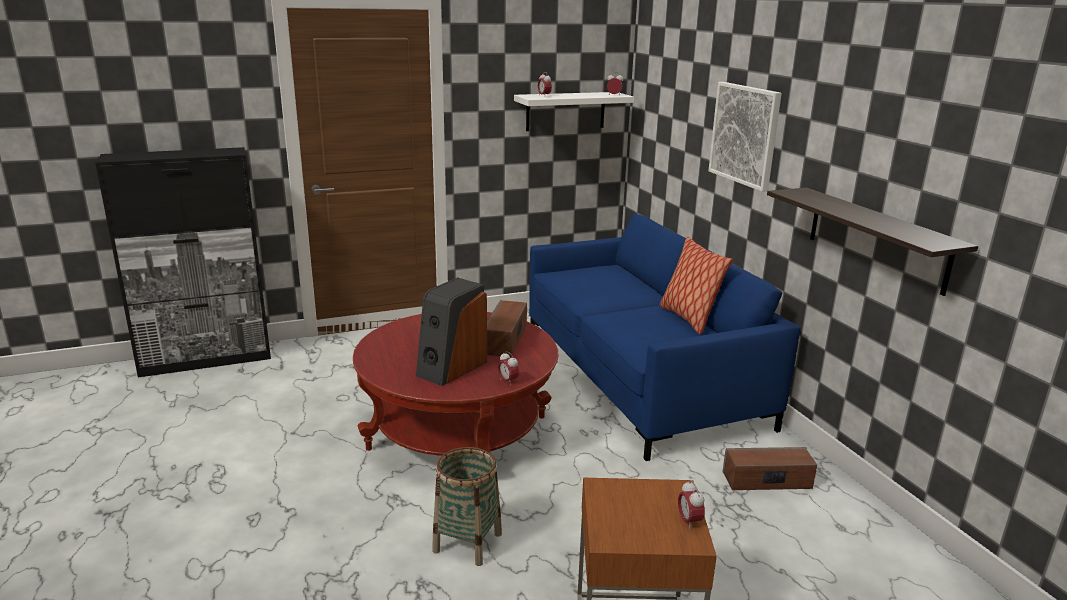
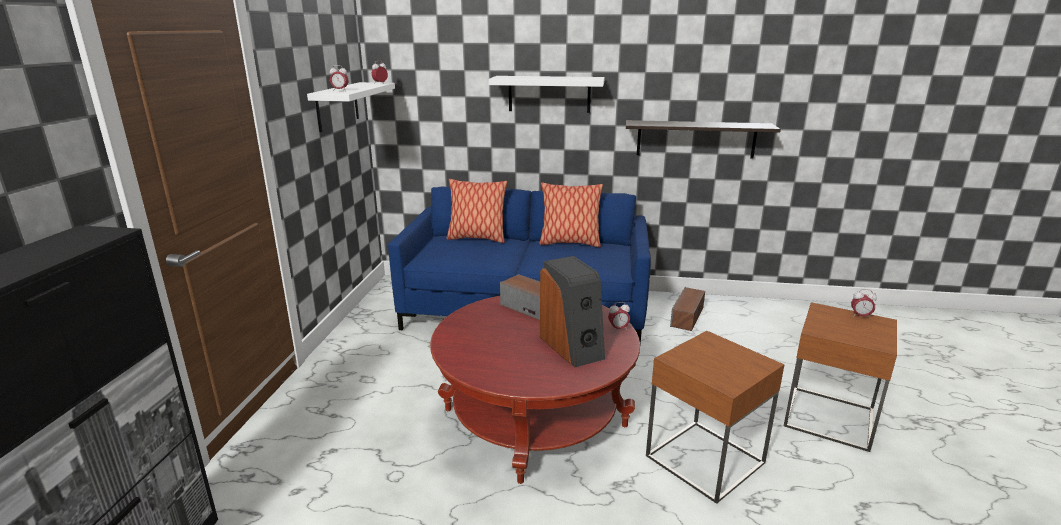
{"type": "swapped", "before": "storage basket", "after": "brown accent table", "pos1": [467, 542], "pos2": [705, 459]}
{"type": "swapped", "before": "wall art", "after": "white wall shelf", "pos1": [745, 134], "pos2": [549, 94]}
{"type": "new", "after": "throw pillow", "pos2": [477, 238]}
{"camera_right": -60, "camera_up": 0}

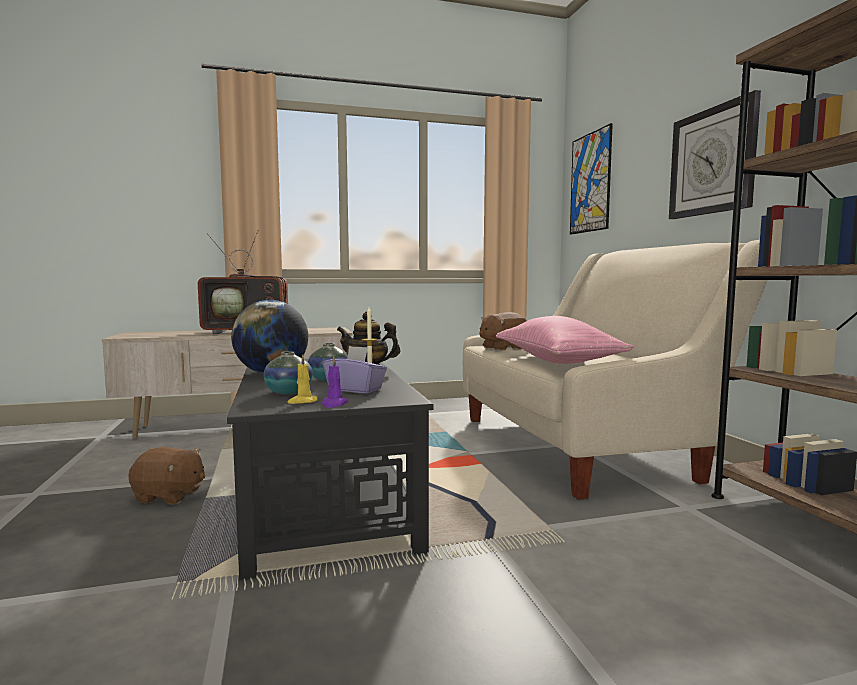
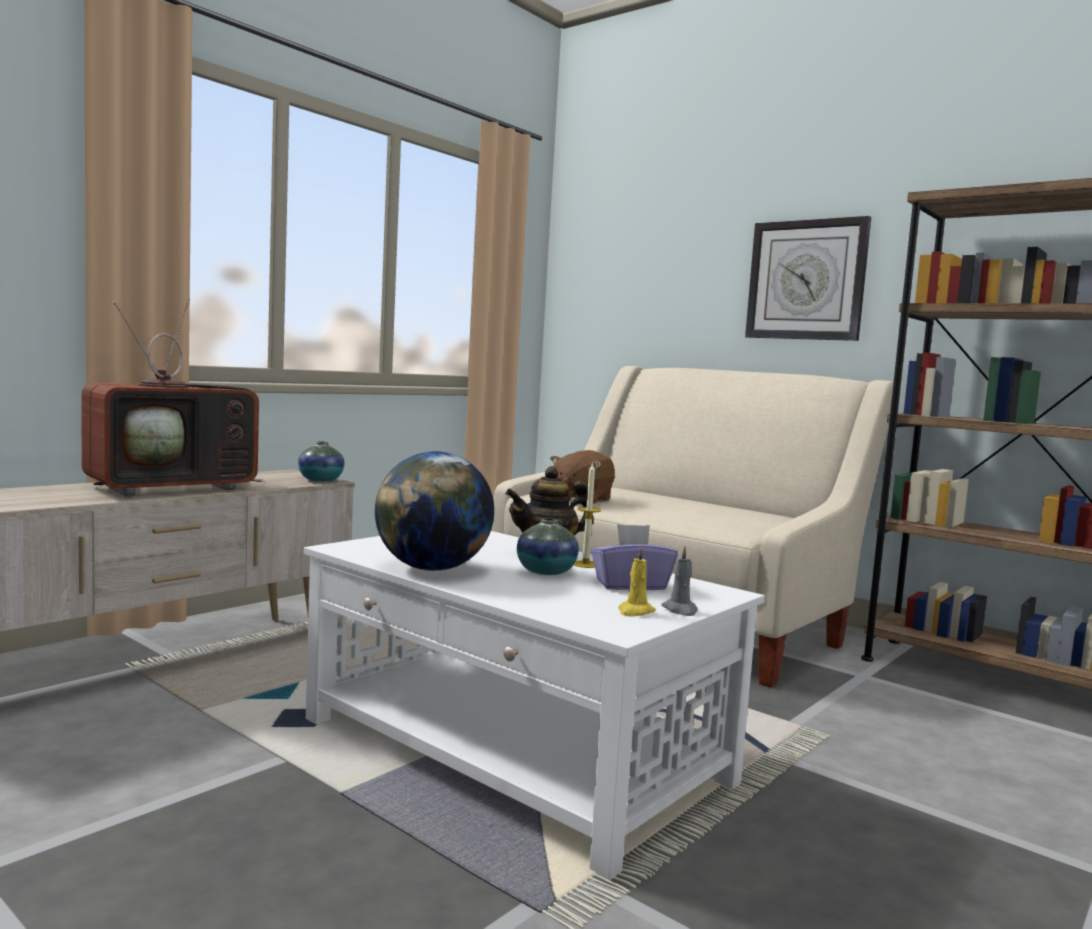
{"type": "gone", "before": "brown cuddly toy", "pos1": [169, 496]}
{"type": "repainted", "before": "black lounge table", "after": "white lounge table", "pos1": [324, 499], "pos2": [513, 751]}
{"type": "shifted", "before": "flower vase", "pos1": [289, 392], "pos2": [321, 480]}
{"type": "repainted", "before": "purple-coloured candle", "after": "greyish candle", "pos1": [334, 404], "pos2": [680, 610]}
{"type": "gone", "before": "pinkish throw pillow", "pos1": [556, 361]}
{"type": "gone", "before": "wall art", "pos1": [590, 182]}
{"camera_right": -35, "camera_up": 0}

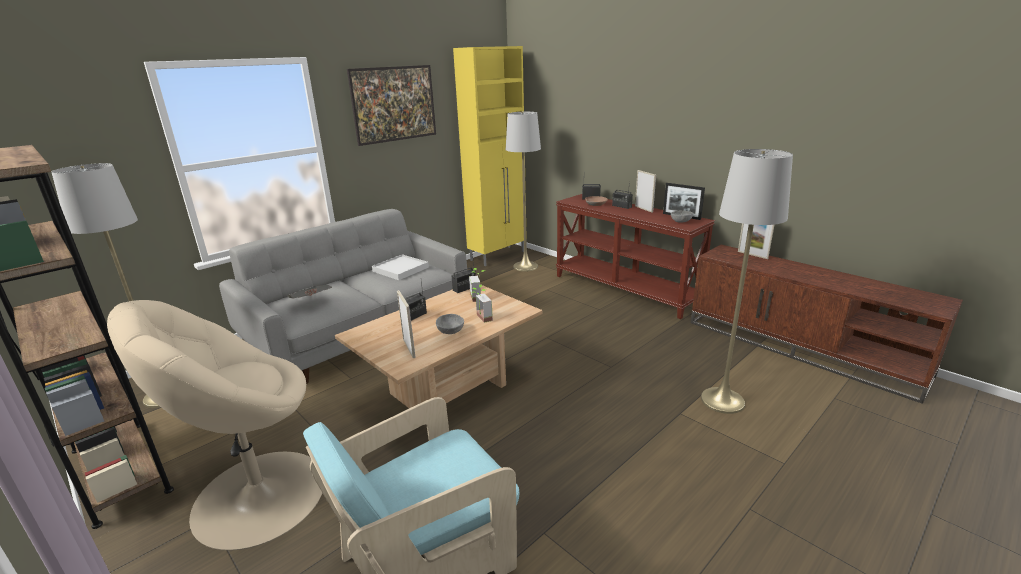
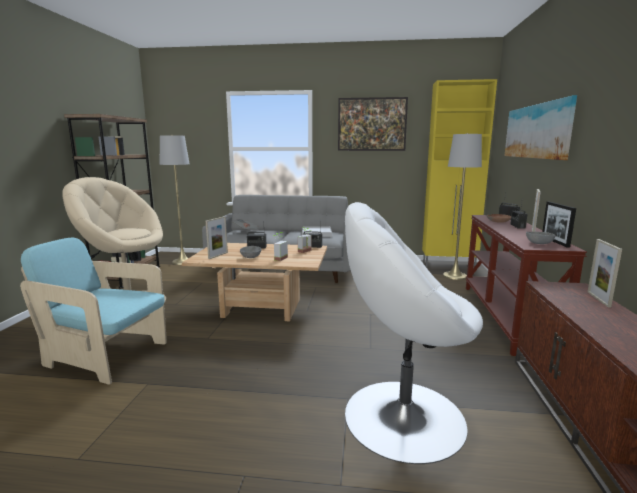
{"type": "swapped", "before": "greyish standard lamp", "after": "white lounge chair", "pos1": [722, 400], "pos2": [401, 416]}
{"type": "new", "after": "wall art", "pos2": [537, 131]}
{"camera_right": 50, "camera_up": -10}

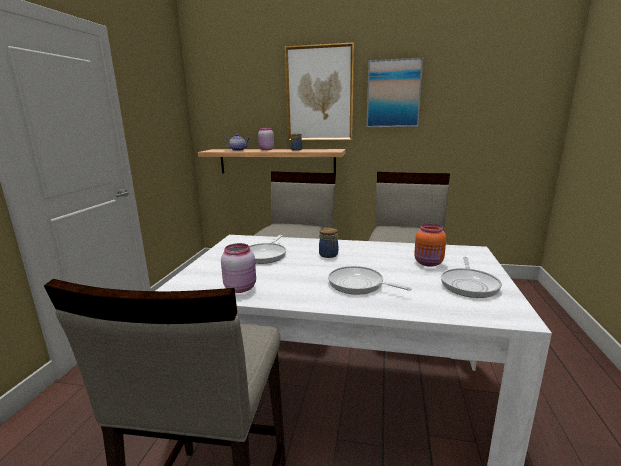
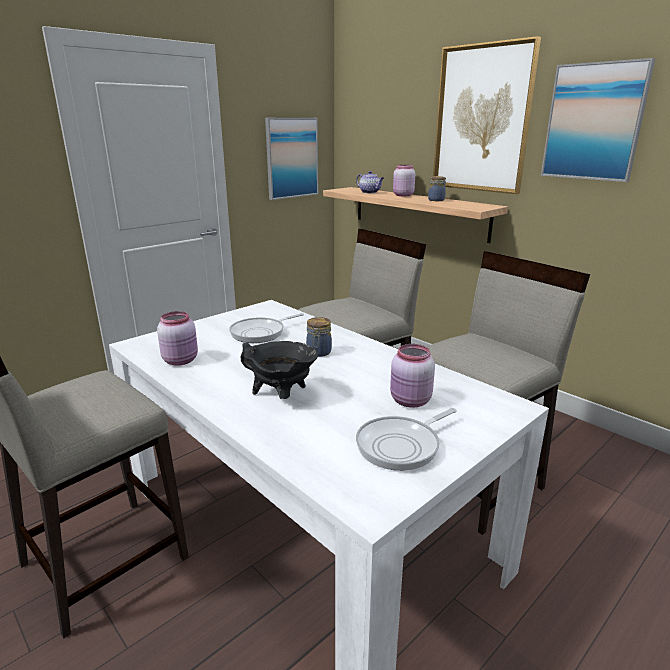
{"type": "swapped", "before": "frying pan", "after": "black cooking pot", "pos1": [359, 284], "pos2": [282, 396]}
{"type": "repainted", "before": "orangey storage jar", "after": "pinkish storage jar", "pos1": [429, 263], "pos2": [410, 401]}
{"type": "new", "after": "wall art", "pos2": [291, 158]}
{"camera_right": 35, "camera_up": 5}

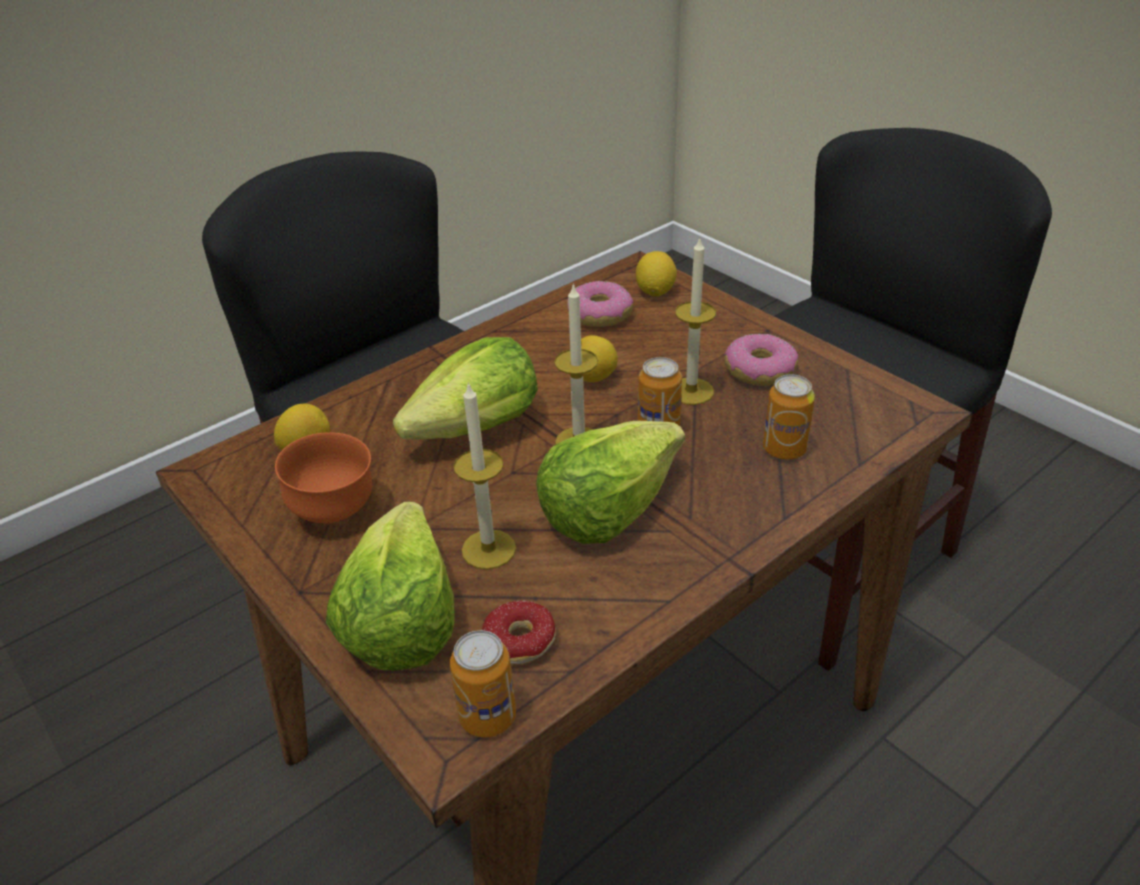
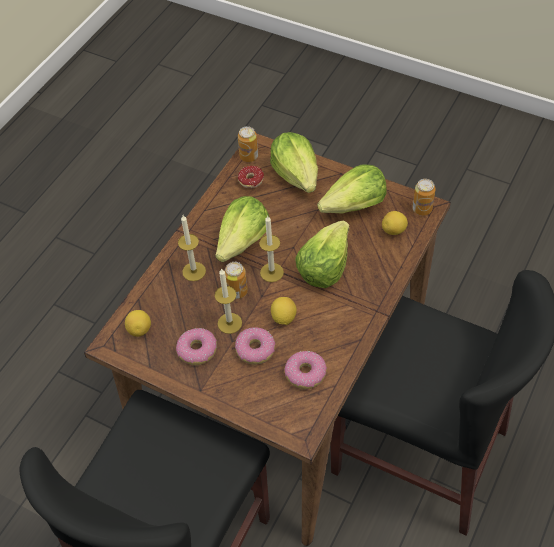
{"type": "swapped", "before": "orangey deep dish", "after": "lettuce head", "pos1": [335, 512], "pos2": [354, 206]}
{"type": "shifted", "before": "candle", "pos1": [488, 549], "pos2": [194, 271]}
{"type": "shifted", "before": "whole lemon", "pos1": [655, 292], "pos2": [140, 329]}
{"type": "shifted", "before": "can", "pos1": [784, 449], "pos2": [422, 209]}
{"type": "new", "after": "doughnut", "pos2": [255, 350]}
{"camera_right": 160, "camera_up": 15}

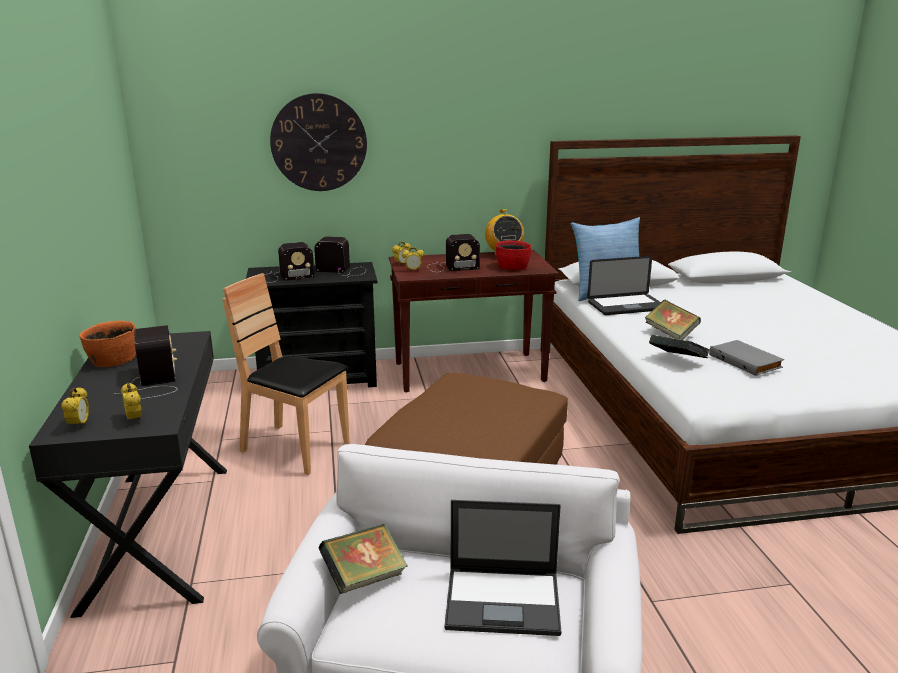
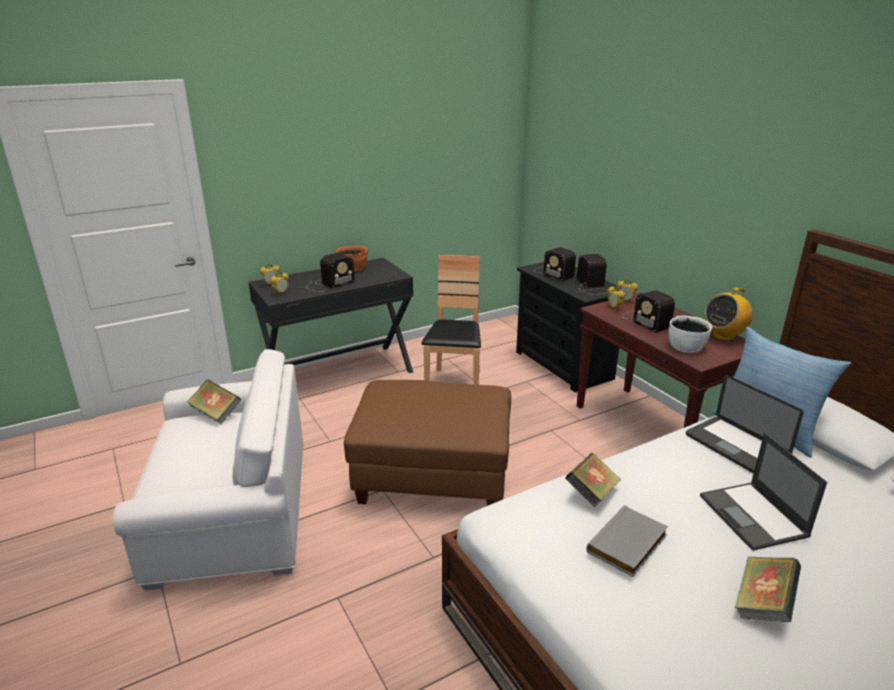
{"type": "gone", "before": "clock on the wall", "pos1": [319, 143]}
{"type": "shifted", "before": "laptop", "pos1": [504, 601], "pos2": [754, 516]}
{"type": "repainted", "before": "red deep dish", "after": "white deep dish", "pos1": [513, 267], "pos2": [687, 346]}
{"type": "shifted", "before": "volume", "pos1": [670, 334], "pos2": [762, 604]}
{"camera_right": 70, "camera_up": 5}

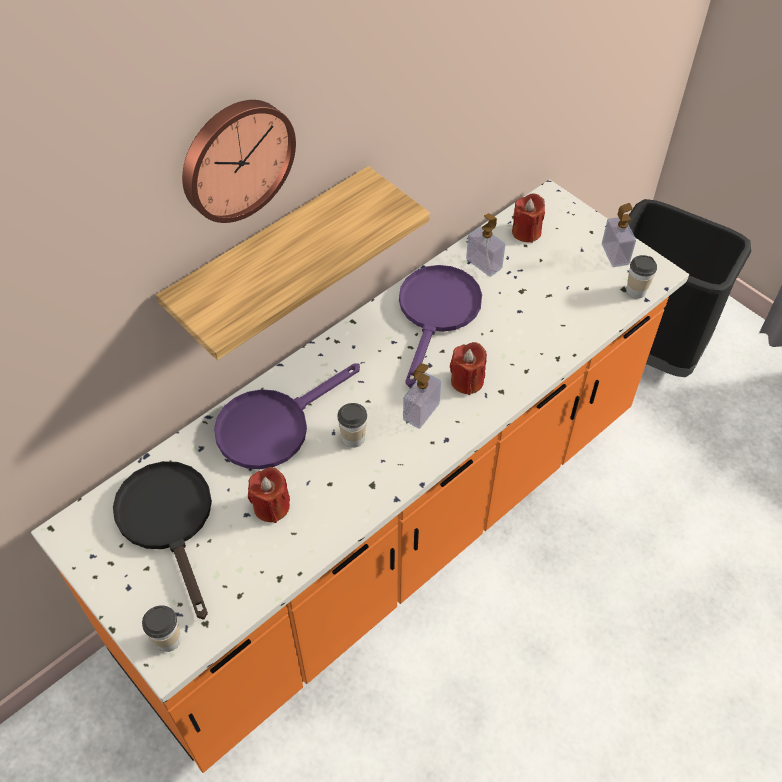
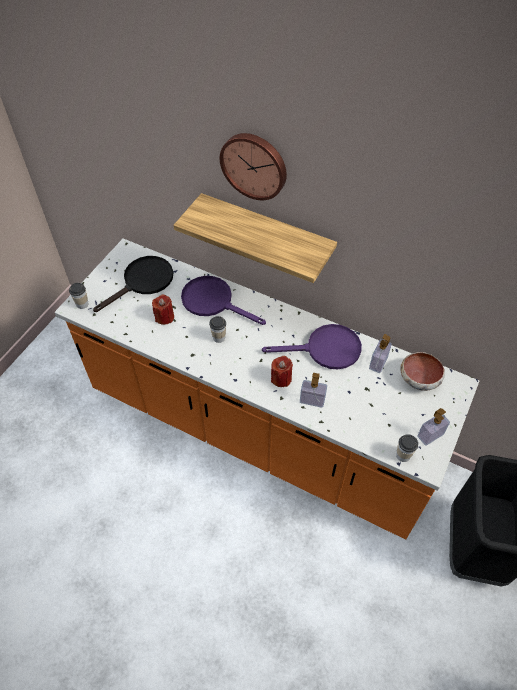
{"type": "shifted", "before": "soap dispenser", "pos1": [421, 412], "pos2": [312, 400]}
{"type": "swapped", "before": "red candle", "after": "deep dish", "pos1": [526, 232], "pos2": [420, 378]}
{"camera_right": 70, "camera_up": 0}

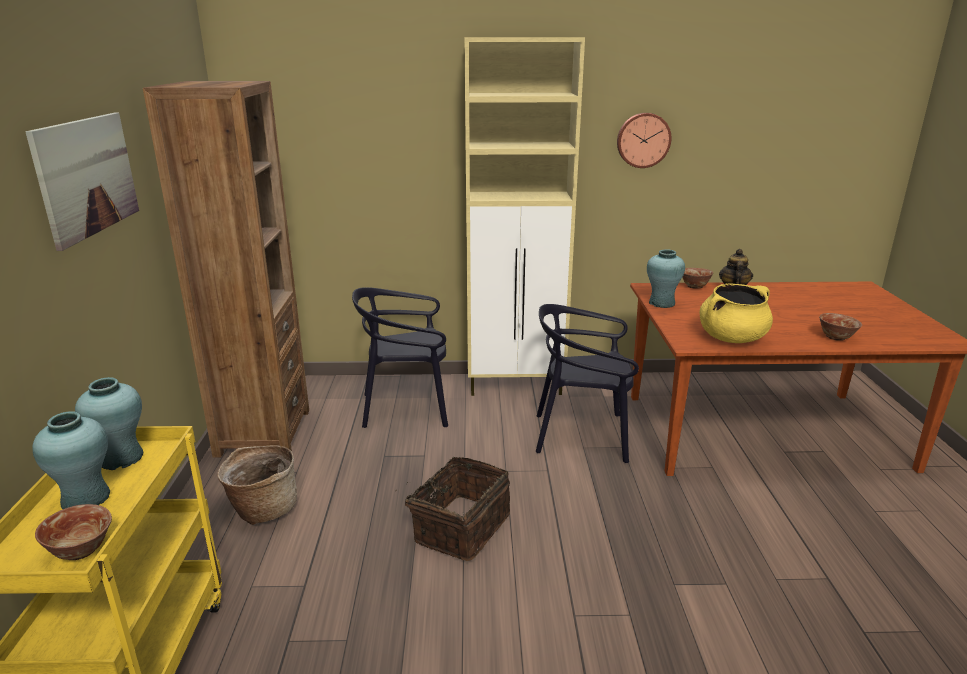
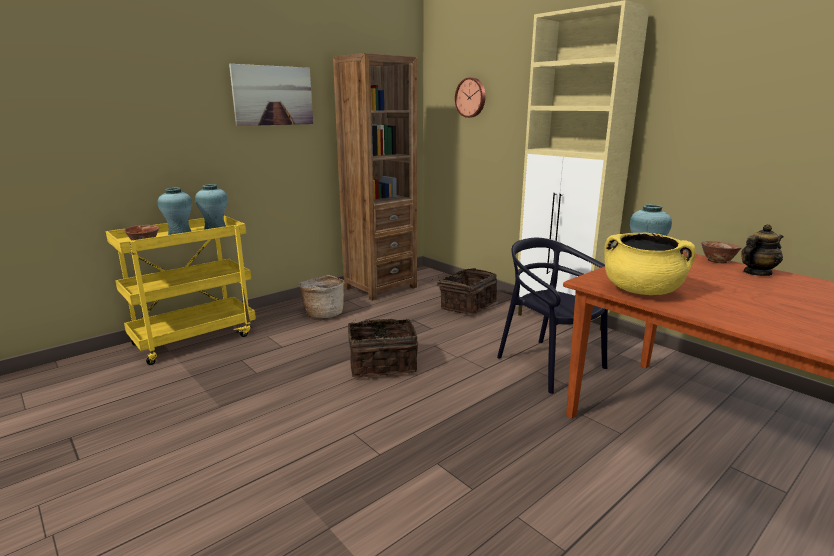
{"type": "swapped", "before": "black chair", "after": "storage basket", "pos1": [406, 408], "pos2": [467, 305]}
{"type": "shifted", "before": "clock on the wall", "pos1": [643, 140], "pos2": [471, 97]}
{"type": "gone", "before": "deep dish", "pos1": [836, 337]}
{"camera_right": 50, "camera_up": -5}

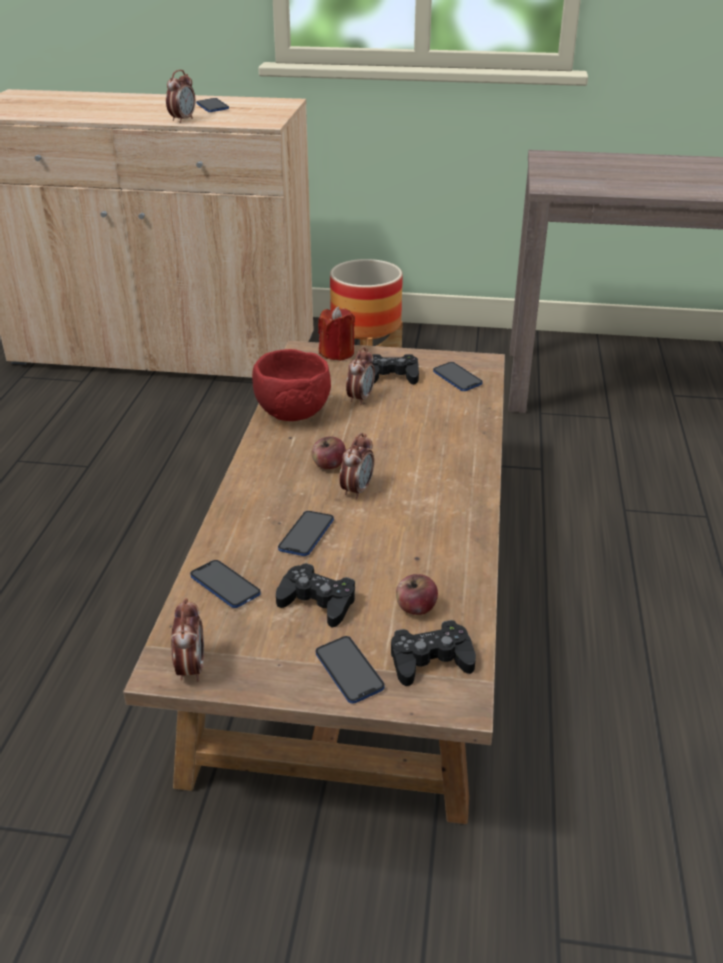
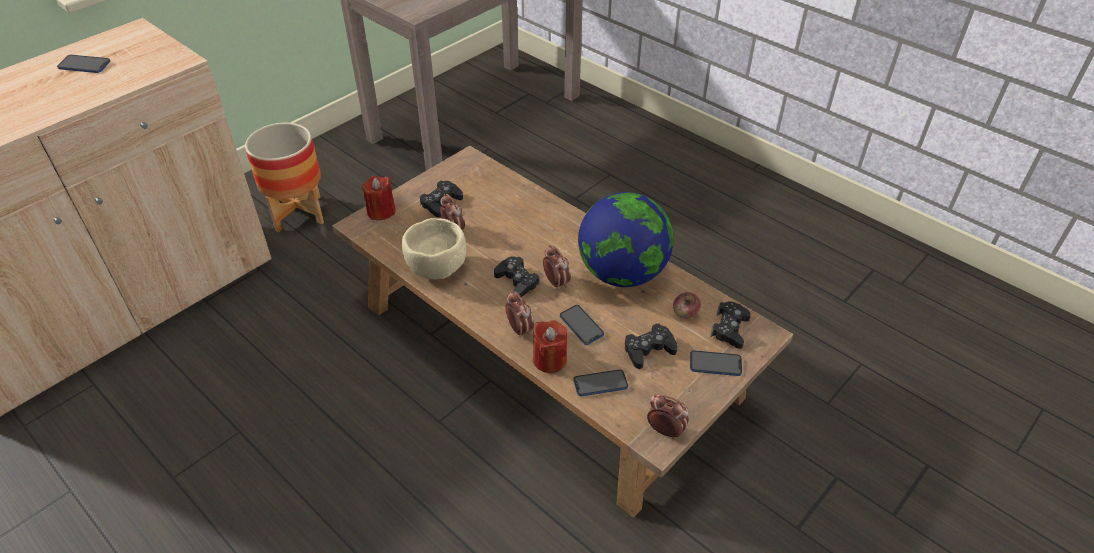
{"type": "shifted", "before": "bedside clock", "pos1": [182, 120], "pos2": [519, 329]}
{"type": "repainted", "before": "red deep dish", "after": "beige-coloured deep dish", "pos1": [292, 414], "pos2": [437, 269]}
{"type": "swapped", "before": "apple", "after": "black gamepad", "pos1": [328, 465], "pos2": [517, 281]}
{"type": "gone", "before": "phone", "pos1": [457, 378]}
{"type": "new", "after": "red candle", "pos2": [549, 360]}
{"type": "new", "after": "world globe", "pos2": [622, 273]}
{"camera_right": -55, "camera_up": 10}

